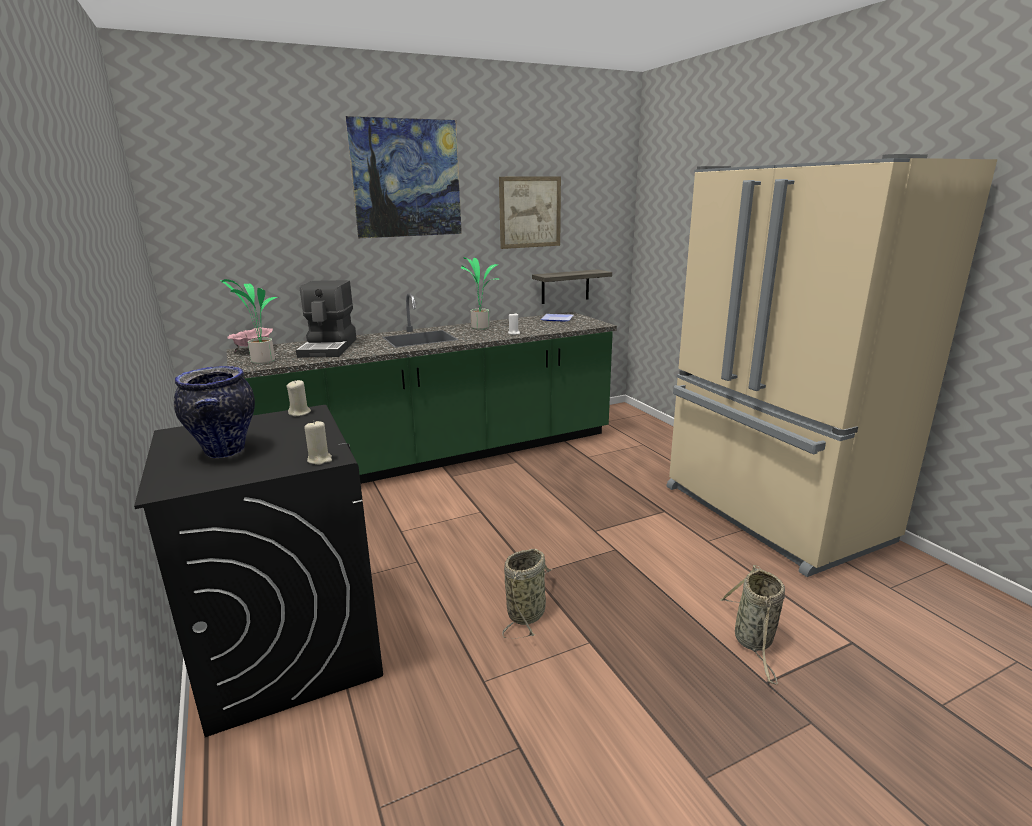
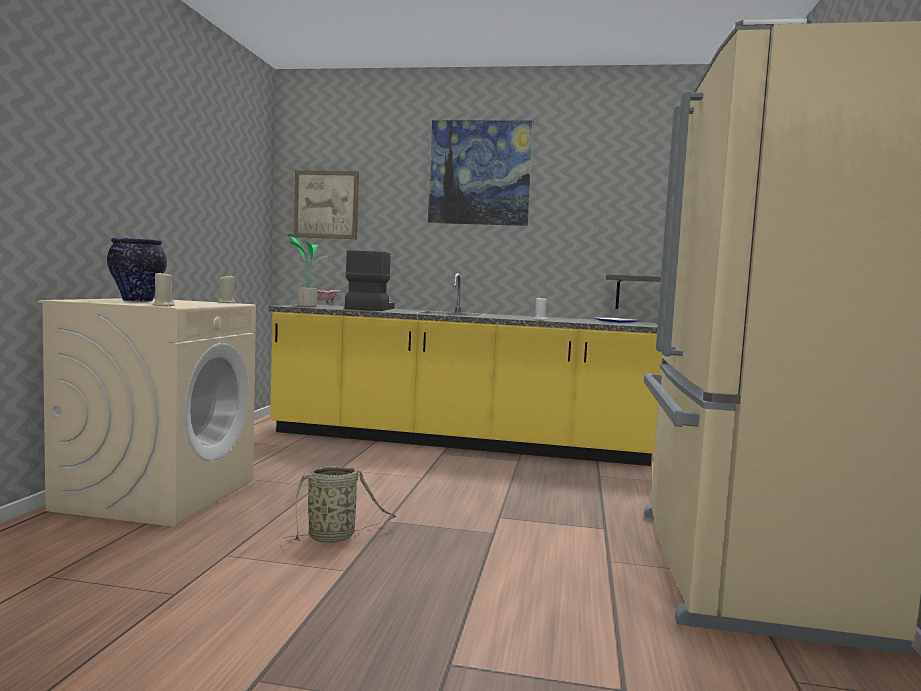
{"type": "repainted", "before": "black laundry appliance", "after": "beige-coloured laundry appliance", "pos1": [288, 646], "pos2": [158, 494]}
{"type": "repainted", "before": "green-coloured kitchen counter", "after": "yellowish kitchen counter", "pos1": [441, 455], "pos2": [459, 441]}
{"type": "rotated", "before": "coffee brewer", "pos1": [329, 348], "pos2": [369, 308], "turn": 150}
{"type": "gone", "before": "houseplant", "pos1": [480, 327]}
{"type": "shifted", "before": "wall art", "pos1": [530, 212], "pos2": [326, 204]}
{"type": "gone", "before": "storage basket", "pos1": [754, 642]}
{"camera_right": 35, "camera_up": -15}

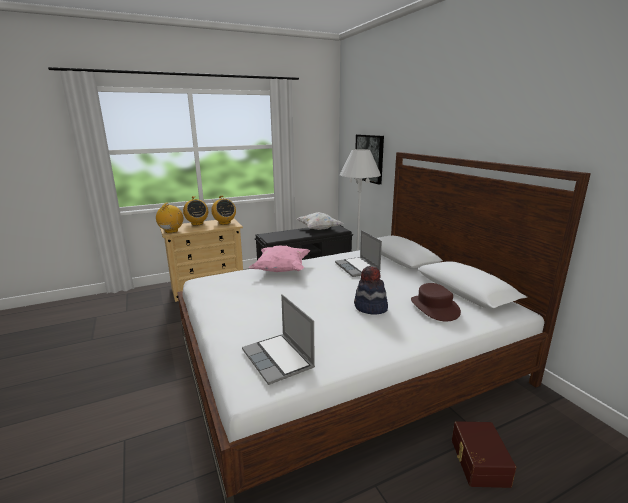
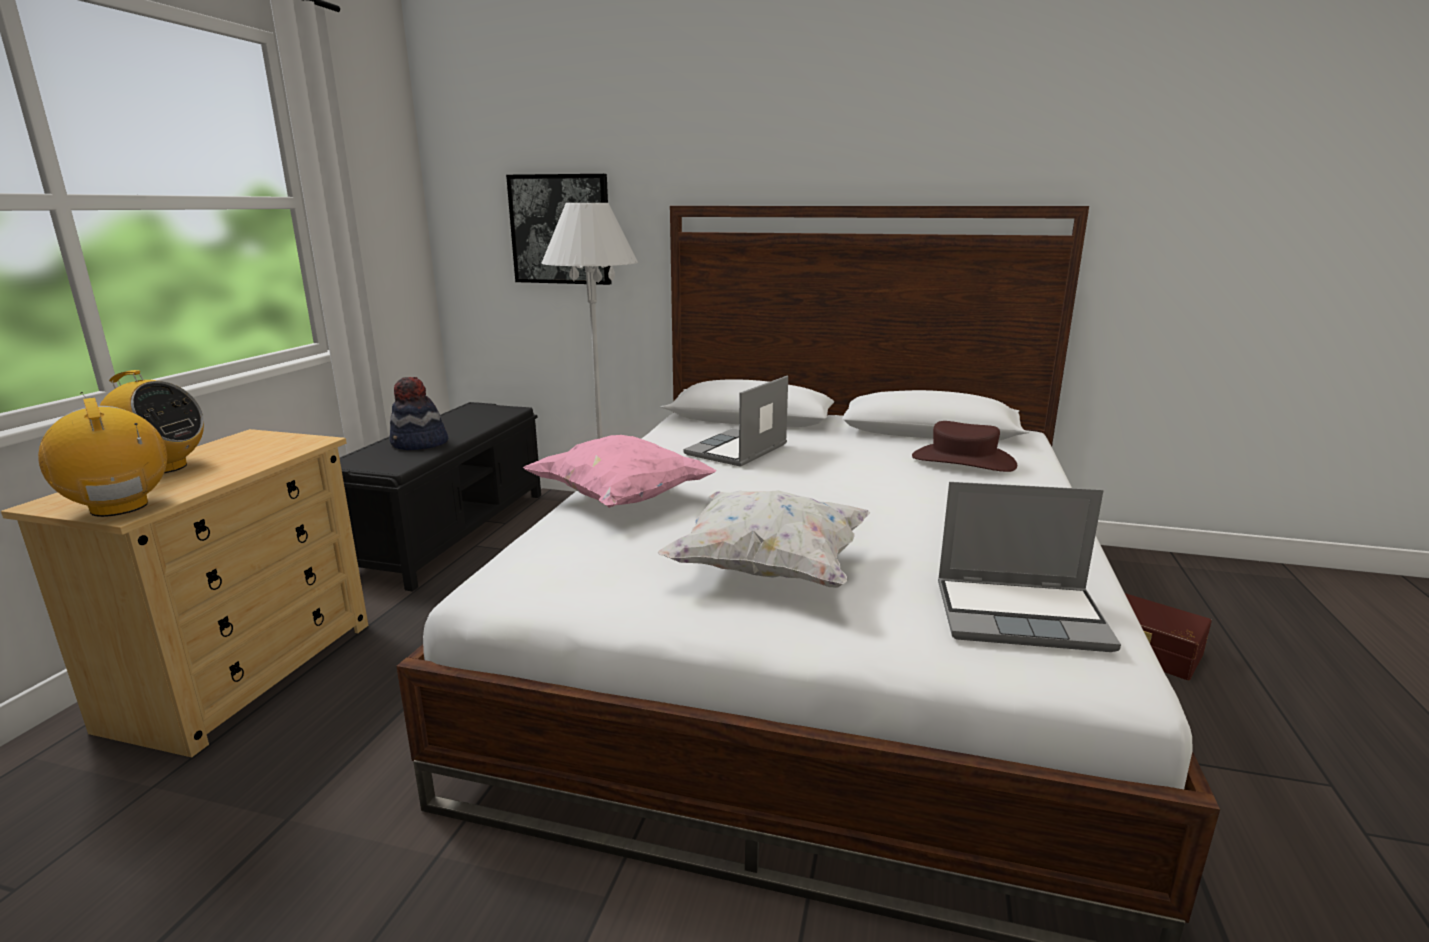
{"type": "gone", "before": "radio receiver", "pos1": [224, 223]}
{"type": "shifted", "before": "white throw pillow", "pos1": [318, 229], "pos2": [768, 569]}
{"type": "rotated", "before": "laptop", "pos1": [358, 268], "pos2": [737, 450], "turn": 105}
{"type": "shifted", "before": "clothing hat", "pos1": [370, 308], "pos2": [419, 444]}
{"camera_right": -50, "camera_up": 0}

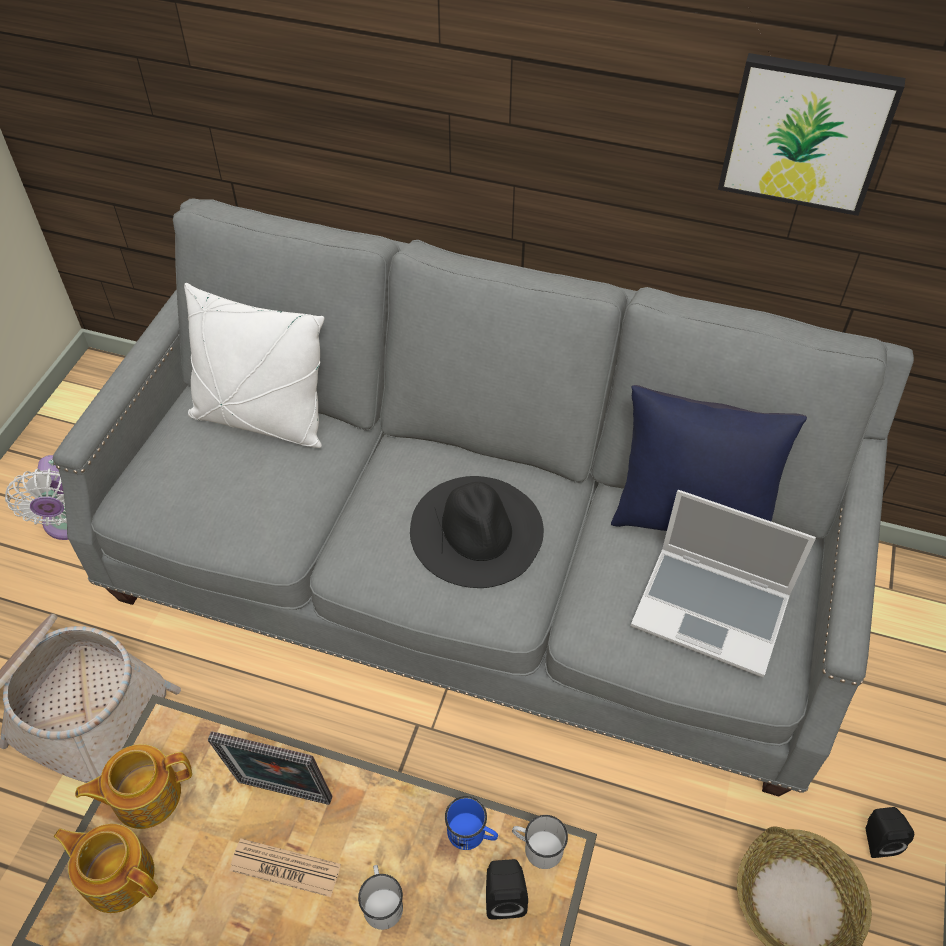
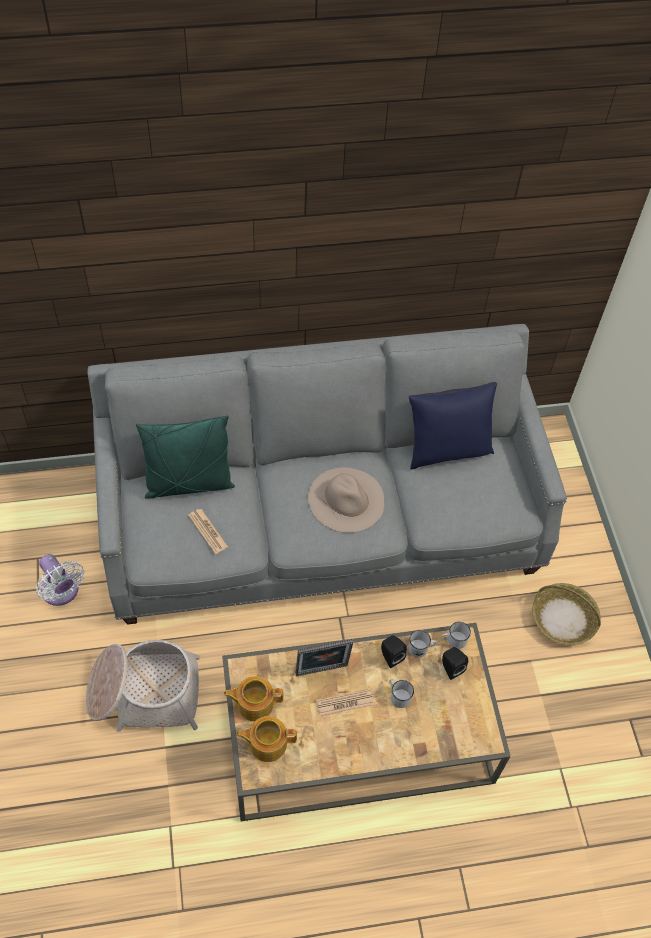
{"type": "rotated", "before": "tea pot", "pos1": [145, 795], "pos2": [254, 703], "turn": 45}
{"type": "repainted", "before": "white throw pillow", "after": "green-coloured throw pillow", "pos1": [262, 420], "pos2": [189, 484]}
{"type": "repainted", "before": "black clothing hat", "after": "beige-coloured clothing hat", "pos1": [476, 530], "pos2": [346, 499]}
{"type": "repainted", "before": "blue-coloured coffee mug", "after": "white coffee mug", "pos1": [472, 834], "pos2": [421, 648]}
{"type": "gone", "before": "laptop", "pos1": [712, 611]}
{"type": "gone", "before": "wall art", "pos1": [806, 133]}
{"type": "shifted", "before": "black audio speaker", "pos1": [876, 839], "pos2": [390, 656]}
{"type": "new", "after": "printed paper", "pos2": [208, 531]}
{"camera_right": -30, "camera_up": 5}

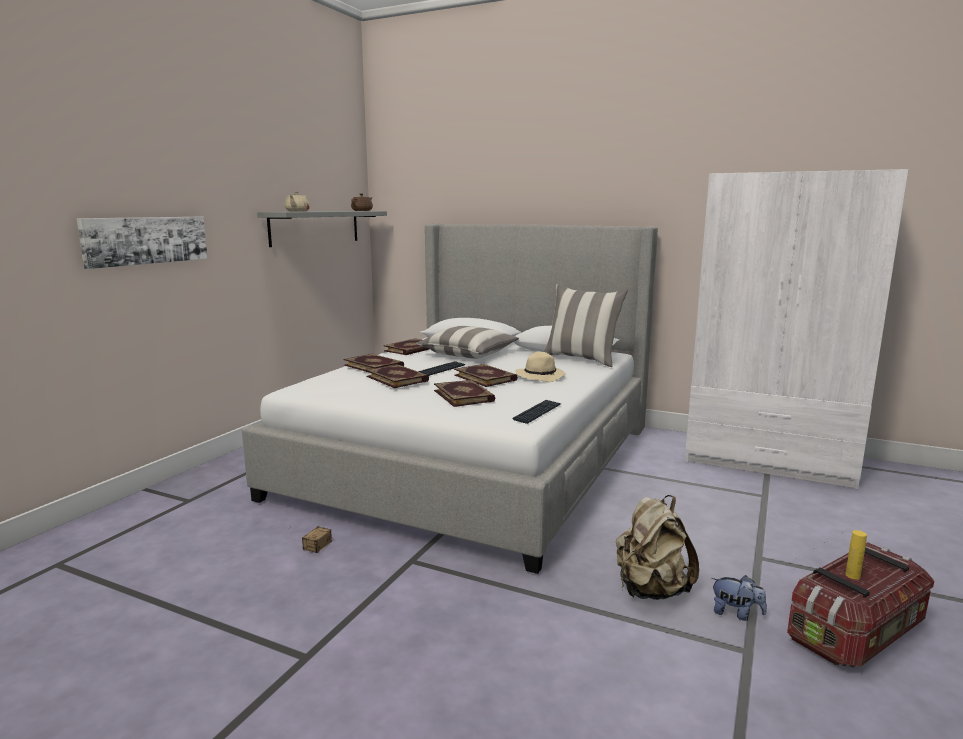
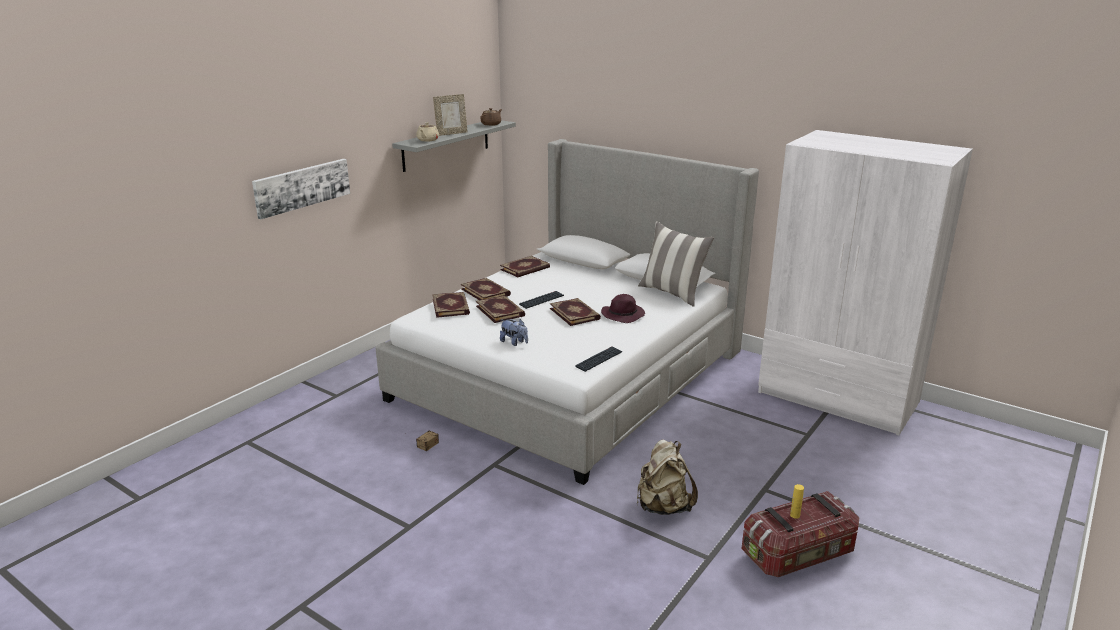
{"type": "gone", "before": "throw pillow", "pos1": [468, 355]}
{"type": "shifted", "before": "volume", "pos1": [464, 396], "pos2": [451, 306]}
{"type": "repainted", "before": "beige-coloured clothing hat", "after": "purple-coloured clothing hat", "pos1": [541, 376], "pos2": [623, 315]}
{"type": "shifted", "before": "cuddly toy", "pos1": [736, 613], "pos2": [514, 342]}
{"type": "new", "after": "picture frame", "pos2": [451, 133]}
{"camera_right": 10, "camera_up": 10}

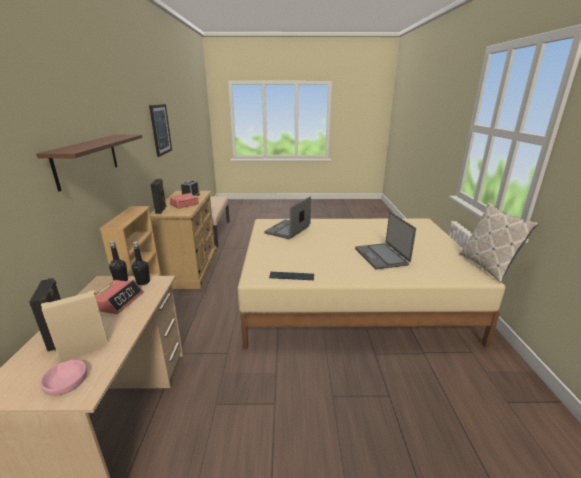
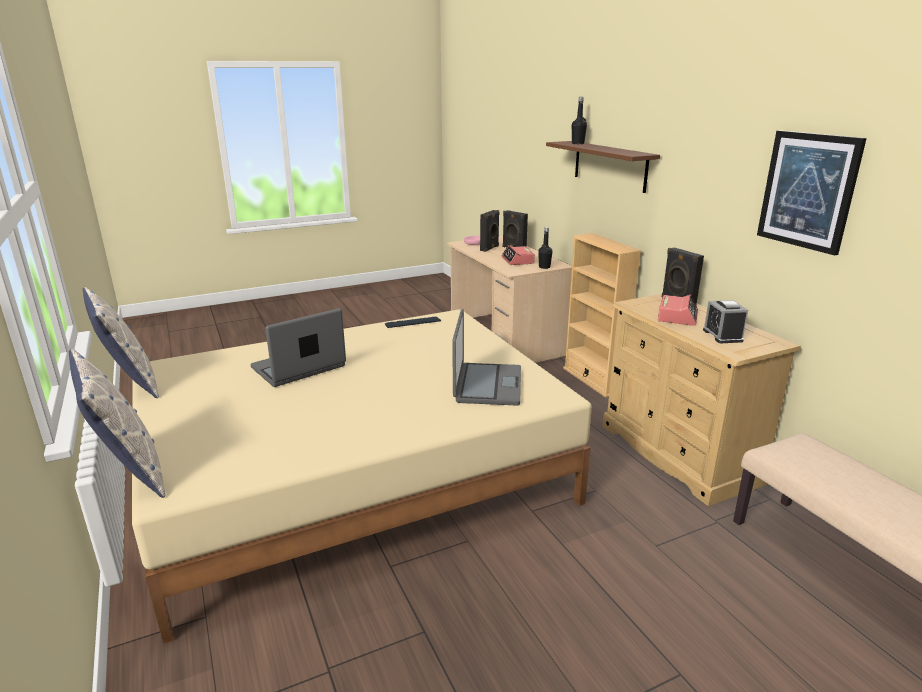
{"type": "repainted", "before": "beige-coloured audio speaker", "after": "black audio speaker", "pos1": [84, 348], "pos2": [490, 248]}
{"type": "shifted", "before": "black drink bottle", "pos1": [143, 282], "pos2": [578, 143]}
{"type": "rotated", "before": "laptop", "pos1": [381, 256], "pos2": [299, 367], "turn": -90}
{"type": "new", "after": "throw pillow", "pos2": [130, 472]}
{"camera_right": 155, "camera_up": 0}

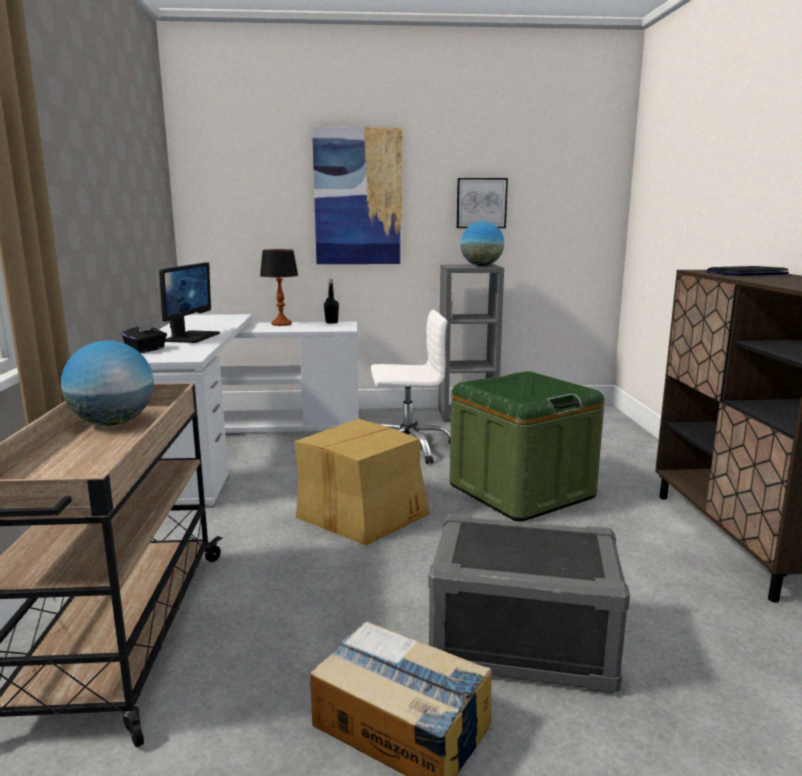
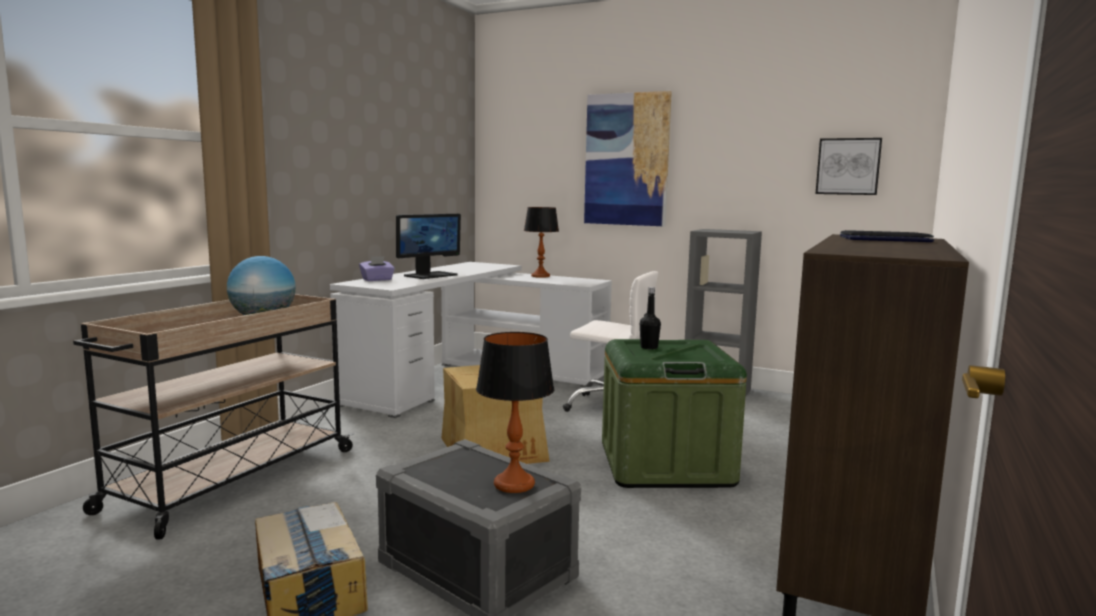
{"type": "repainted", "before": "black tissue holder", "after": "purple-coloured tissue holder", "pos1": [146, 350], "pos2": [377, 280]}
{"type": "shifted", "before": "black drink bottle", "pos1": [331, 322], "pos2": [649, 347]}
{"type": "shifted", "before": "wall art", "pos1": [481, 203], "pos2": [848, 166]}
{"type": "gone", "before": "world globe", "pos1": [481, 266]}
{"type": "new", "after": "lamp for a table", "pos2": [514, 484]}
{"camera_right": 30, "camera_up": -5}

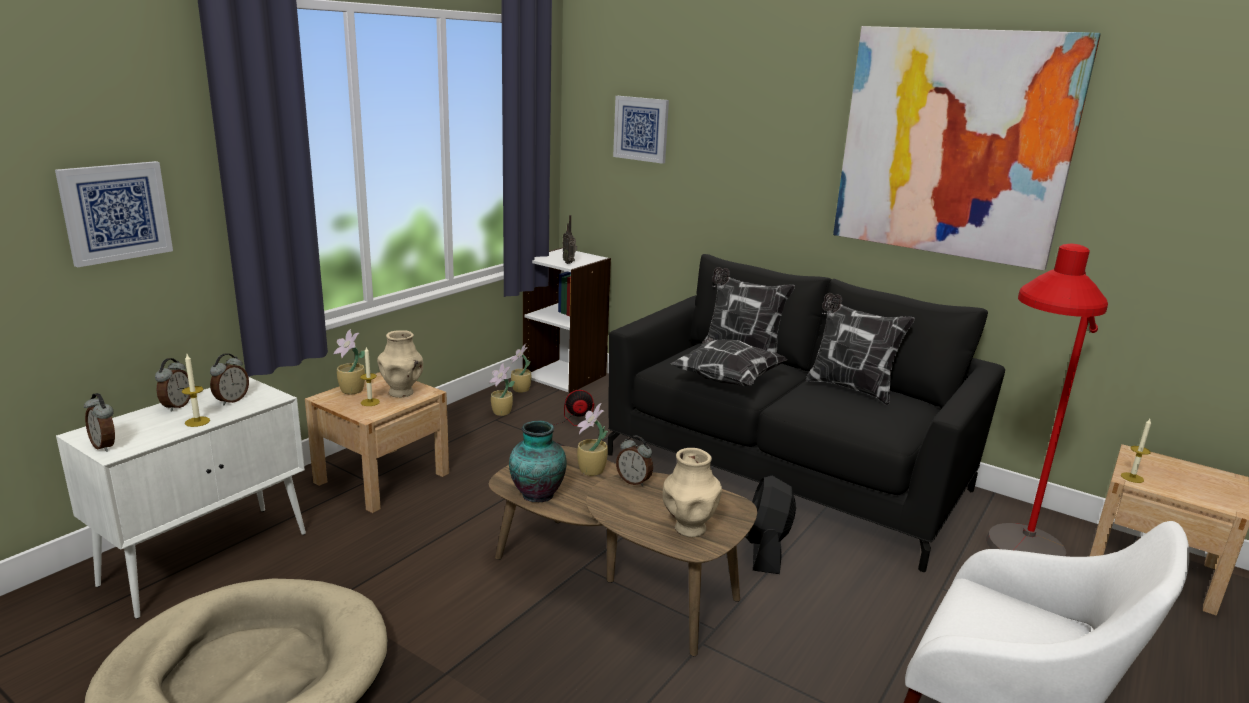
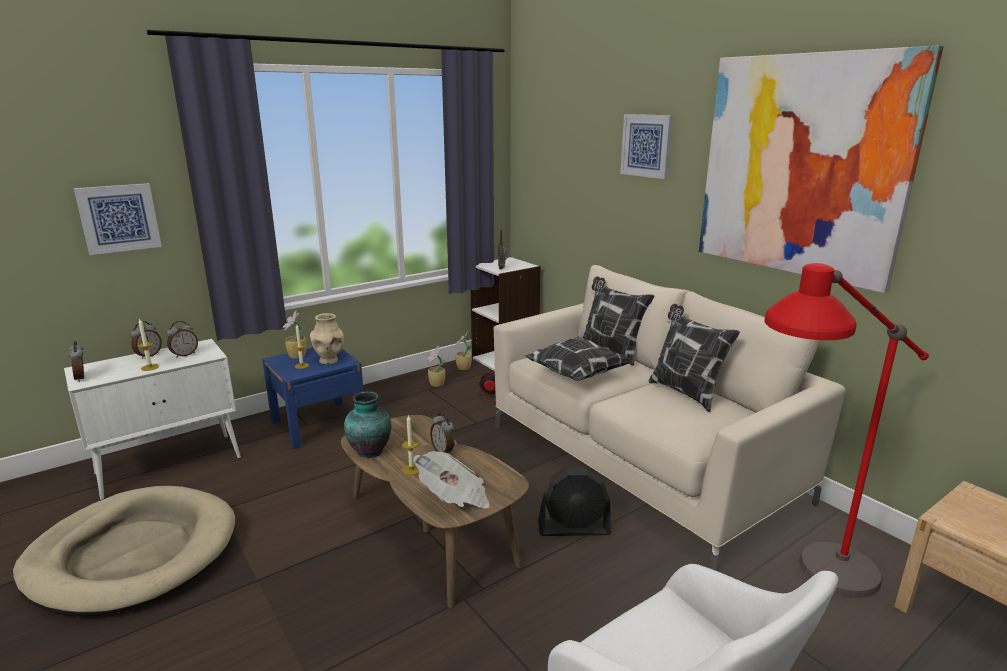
{"type": "repainted", "before": "beige-coloured bedside table", "after": "blue-coloured bedside table", "pos1": [382, 478], "pos2": [318, 424]}
{"type": "gone", "before": "houseplant", "pos1": [591, 471]}
{"type": "repainted", "before": "black sofa", "after": "beige-coloured sofa", "pos1": [786, 472], "pos2": [639, 461]}
{"type": "shifted", "before": "wall art", "pos1": [641, 129], "pos2": [646, 145]}
{"type": "swapped", "before": "beige-coloured flower vase", "after": "printed paper", "pos1": [689, 529], "pos2": [454, 497]}
{"type": "rotated", "before": "black cooling fan", "pos1": [766, 550], "pos2": [574, 528], "turn": -120}
{"type": "shifted", "before": "candle", "pos1": [1132, 477], "pos2": [411, 469]}
{"camera_right": 20, "camera_up": 0}

